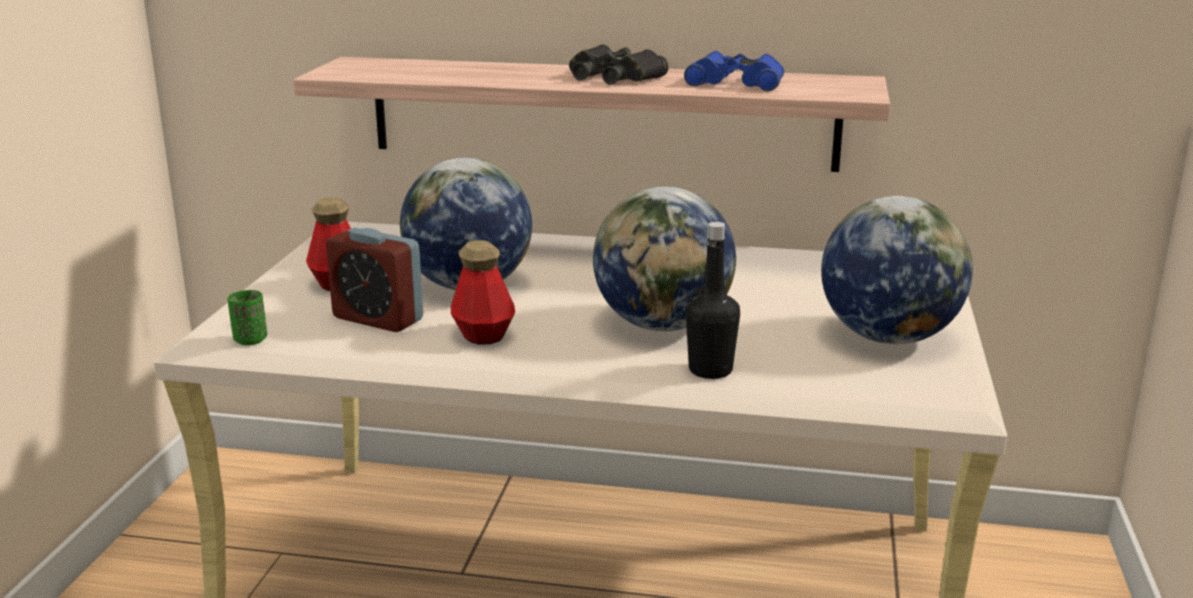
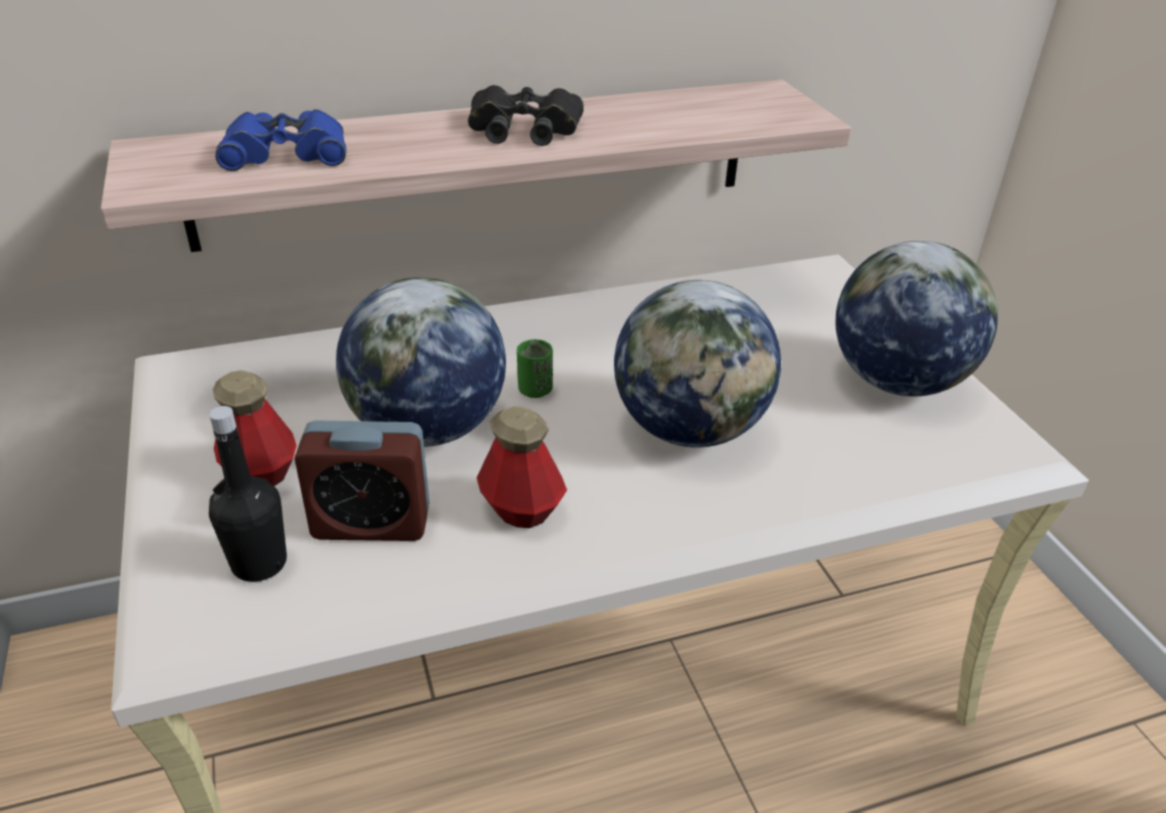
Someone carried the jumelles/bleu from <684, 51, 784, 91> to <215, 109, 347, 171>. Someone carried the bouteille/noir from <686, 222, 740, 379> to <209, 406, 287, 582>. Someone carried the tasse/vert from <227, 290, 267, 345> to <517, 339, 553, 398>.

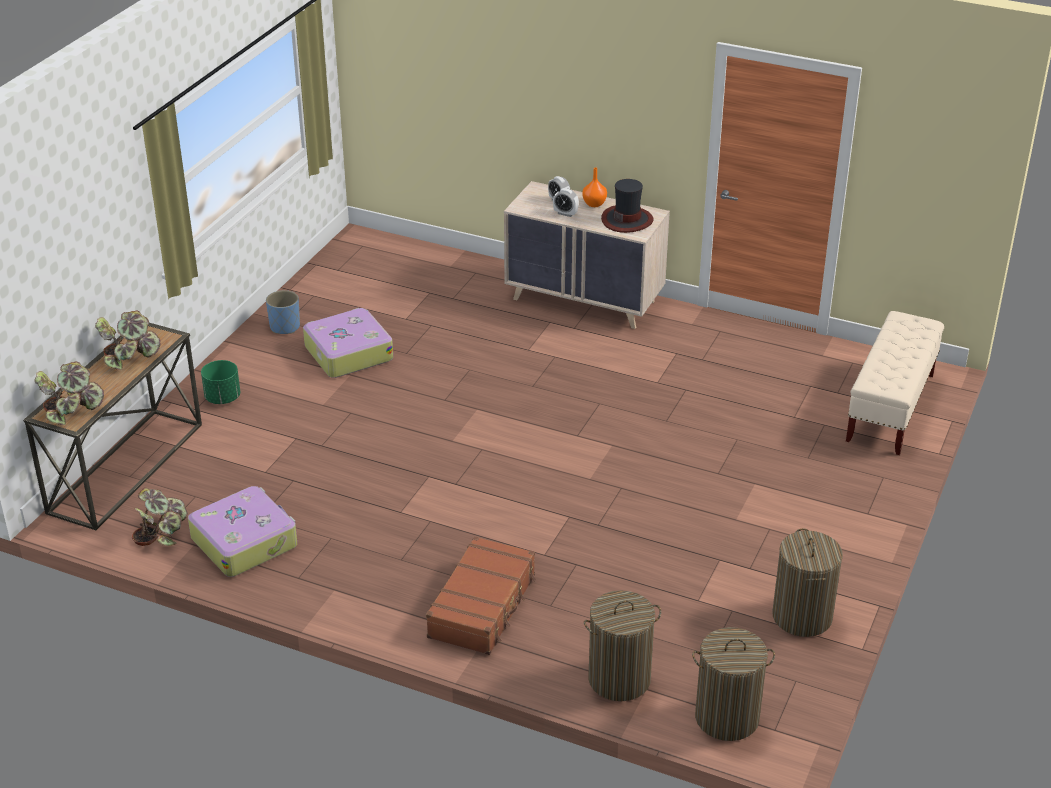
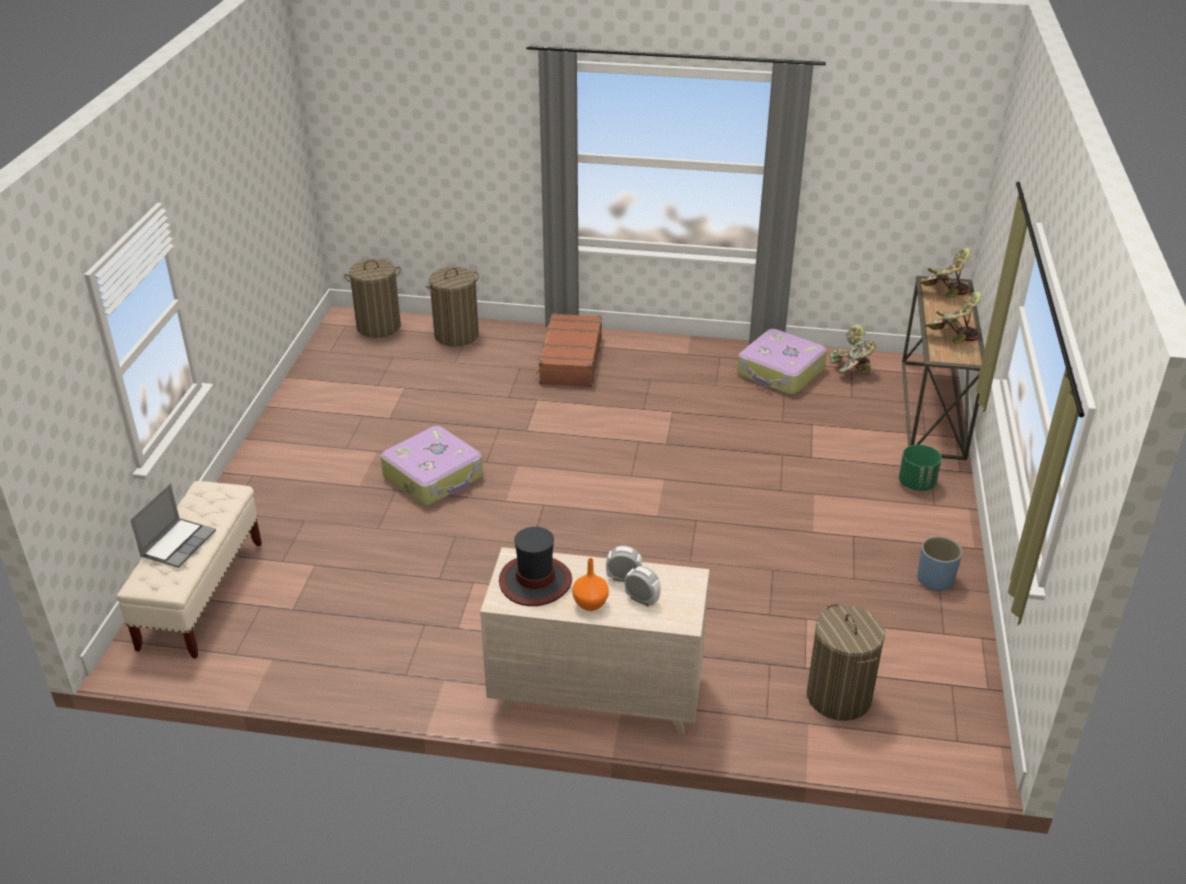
Someone carried the valise from <303, 308, 393, 378> to <380, 426, 483, 506>. Someone carried the panier à linge from <772, 528, 843, 637> to <807, 604, 885, 721>. Someone put down the ordinateur portable at <130, 483, 216, 568>.

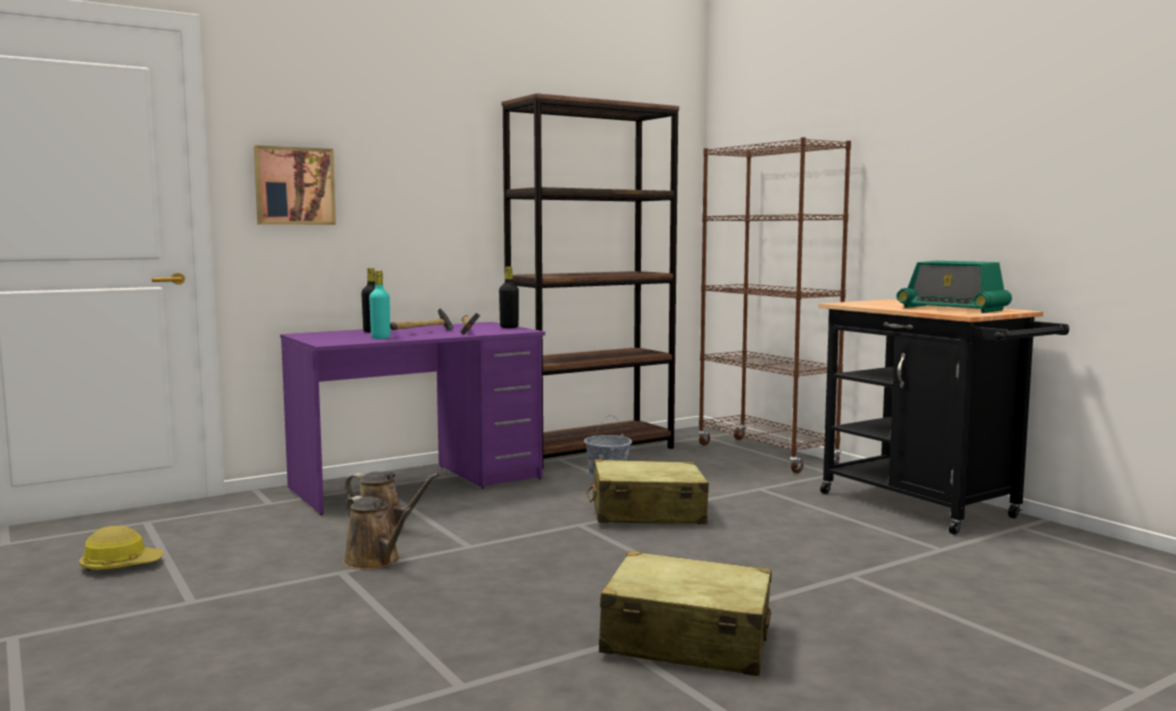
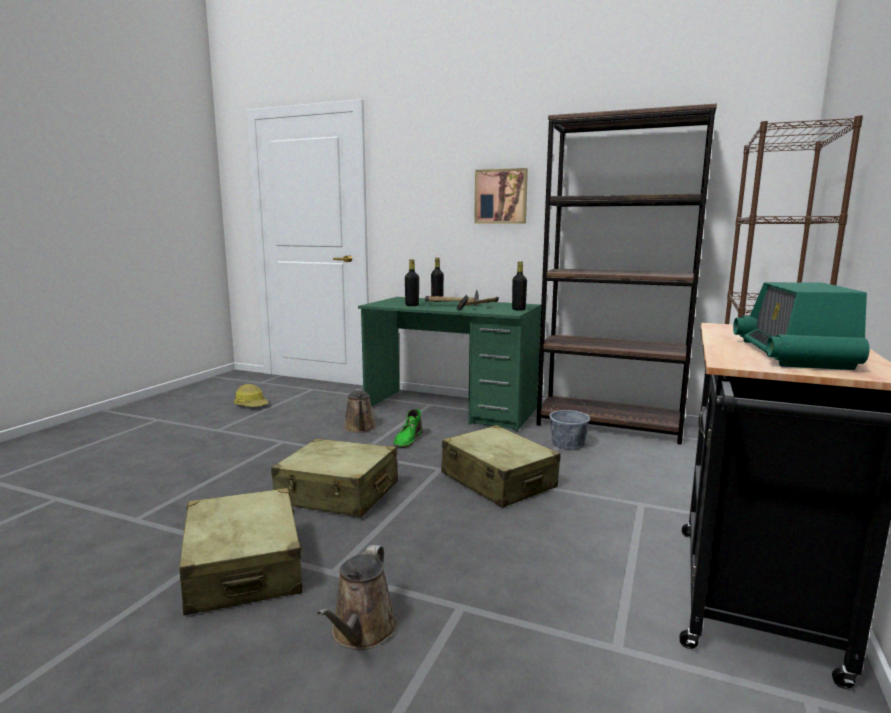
Someone carried the tableau from <254, 145, 336, 225> to <474, 168, 528, 224>. Someone repainted the bouteille/turquoise at <369, 270, 390, 339>, which became the bouteille/noir at <405, 259, 419, 306>. Someone repainted the bureau/violet at <280, 322, 545, 515>, which became the bureau/vert at <358, 297, 541, 431>. Someone carried the arrosoir/marron from <343, 496, 413, 570> to <317, 545, 398, 650>. Someone put down the botte/vert at <394, 409, 423, 448>. Someone put down the valise/beige at <271, 439, 398, 517>.

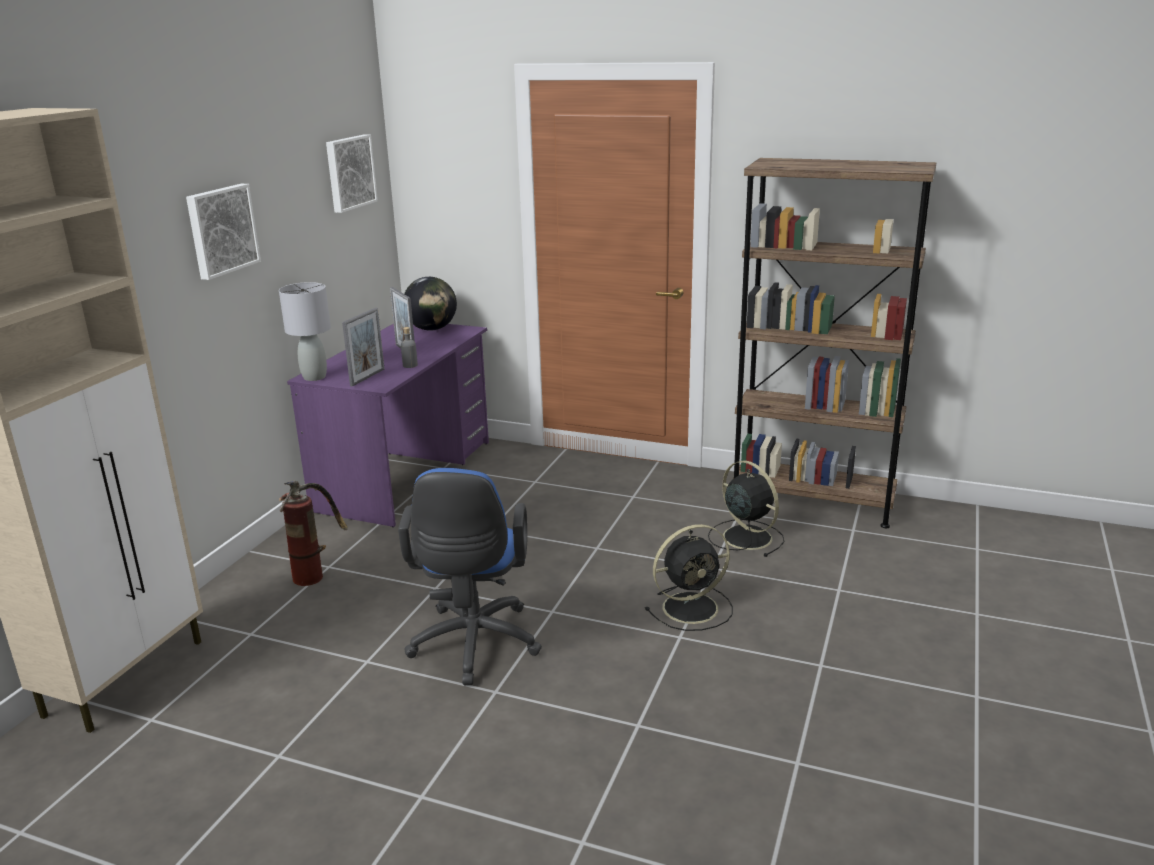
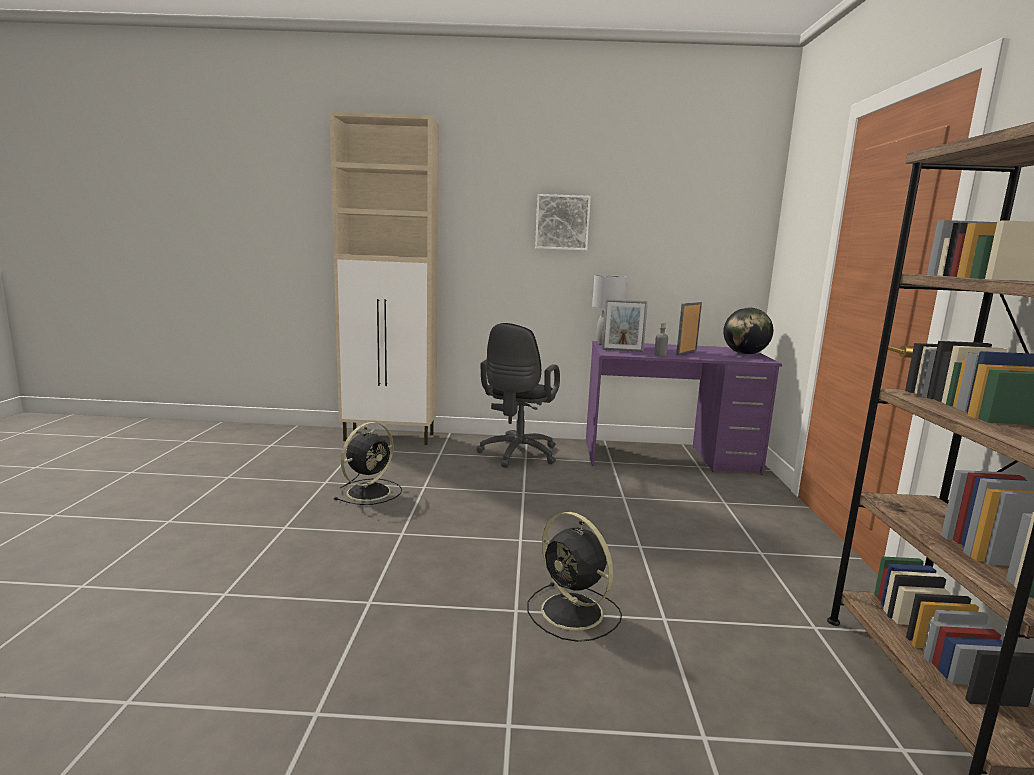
Someone took away the tableau at <326, 134, 378, 213>. Someone carried the ventilateur/noir from <708, 461, 784, 557> to <334, 422, 402, 505>. Someone took away the chaise de bureau/bleu at <398, 468, 542, 685>. Someone swapped the extincteur at <279, 481, 348, 586> for the chaise de bureau/noir at <476, 323, 560, 468>.

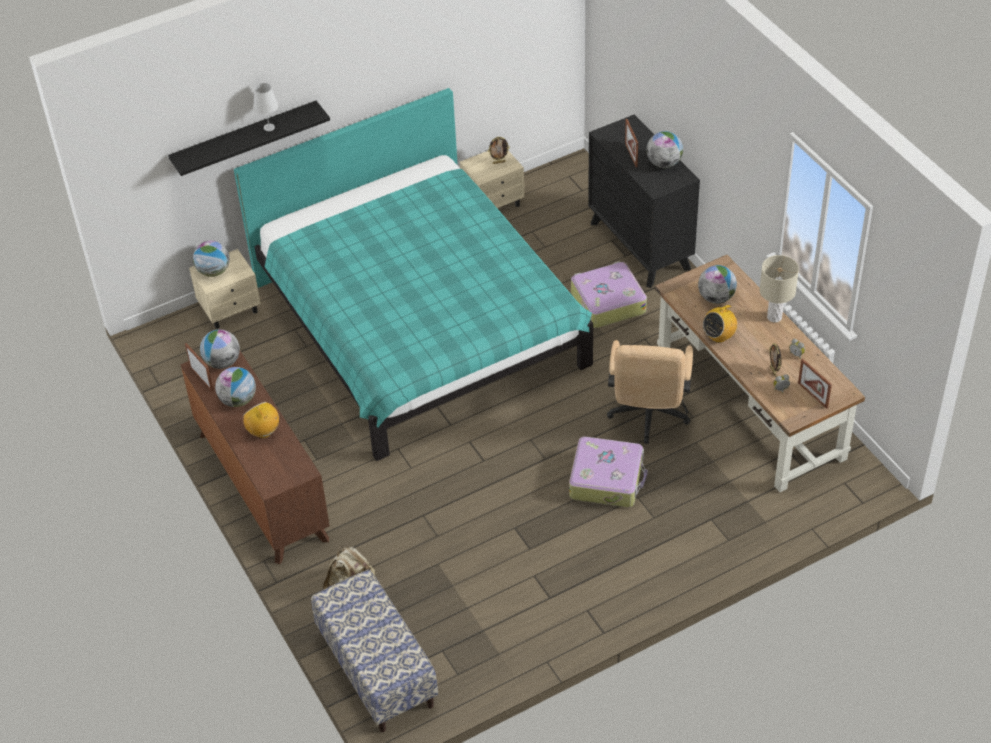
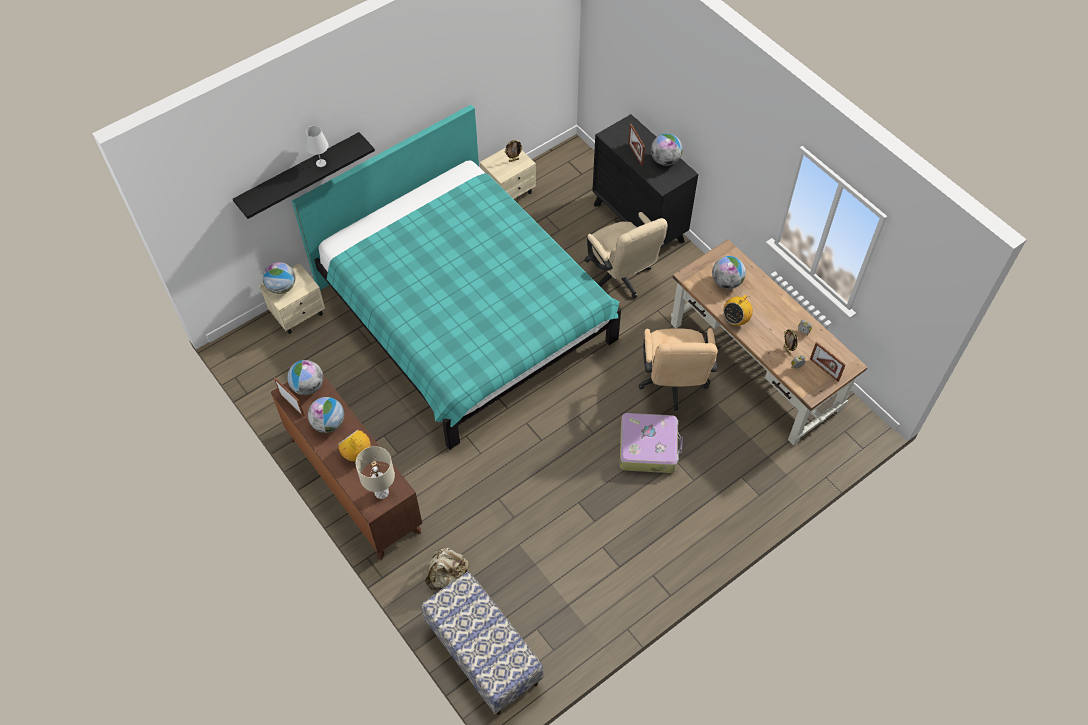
Someone carried the lampe de table/beige from <759, 255, 799, 322> to <356, 446, 395, 499>. Someone swapped the valise at <571, 262, 647, 328> for the chaise de bureau/beige at <584, 212, 667, 299>.

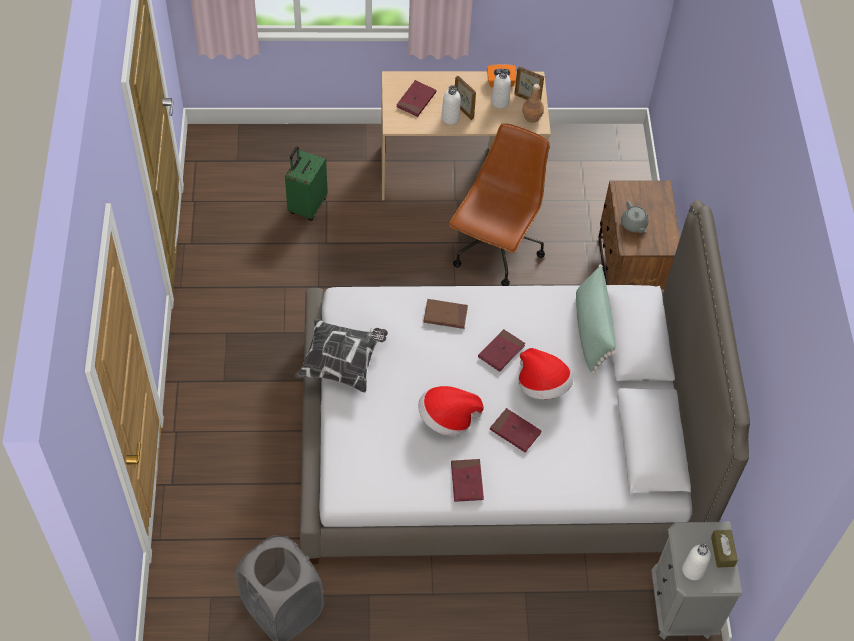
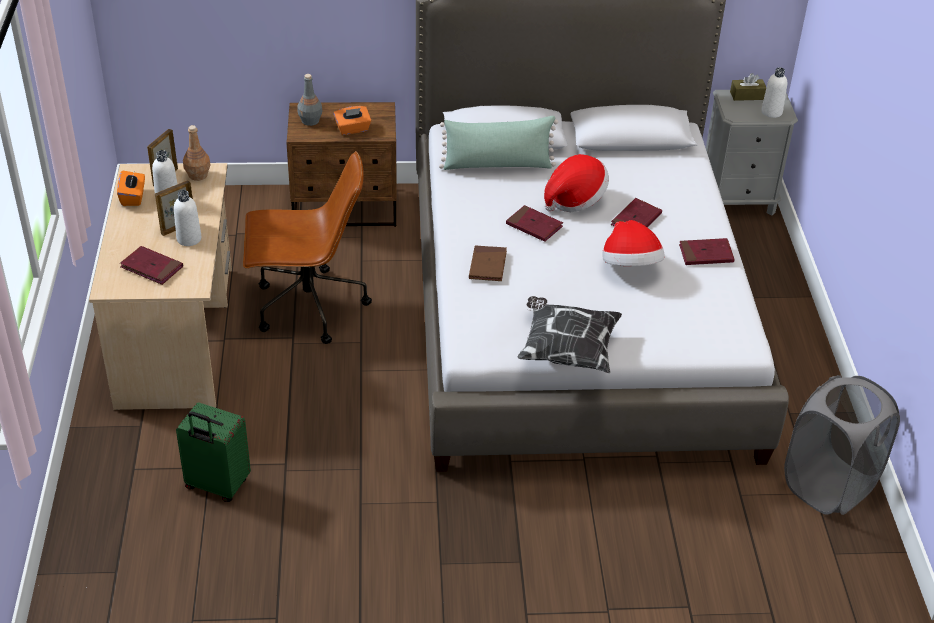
Someone rotated the chaise de bureau/marron at <449, 123, 550, 286> by 150 degrees clockwise. Someone swapped the théière/gris at <621, 201, 648, 233> for the boîte à mouchoirs/orange at <333, 106, 371, 135>. Someone put down the bouteille/gris at <297, 74, 322, 126>.

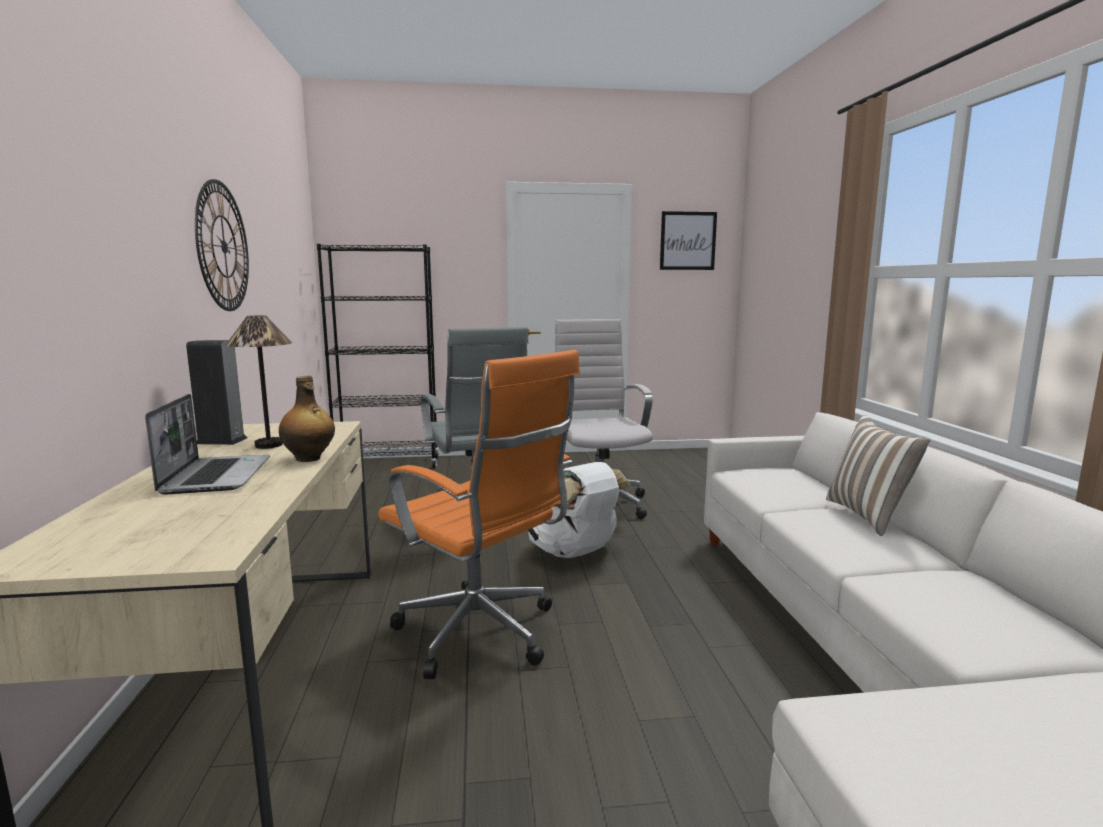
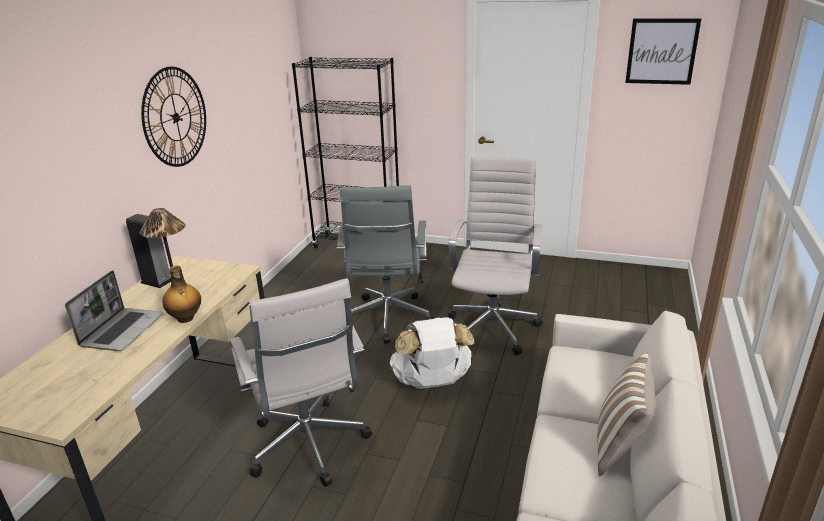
Someone repainted the chaise de bureau/orange at <378, 350, 580, 679>, which became the chaise de bureau/blanc at <230, 278, 372, 487>.

